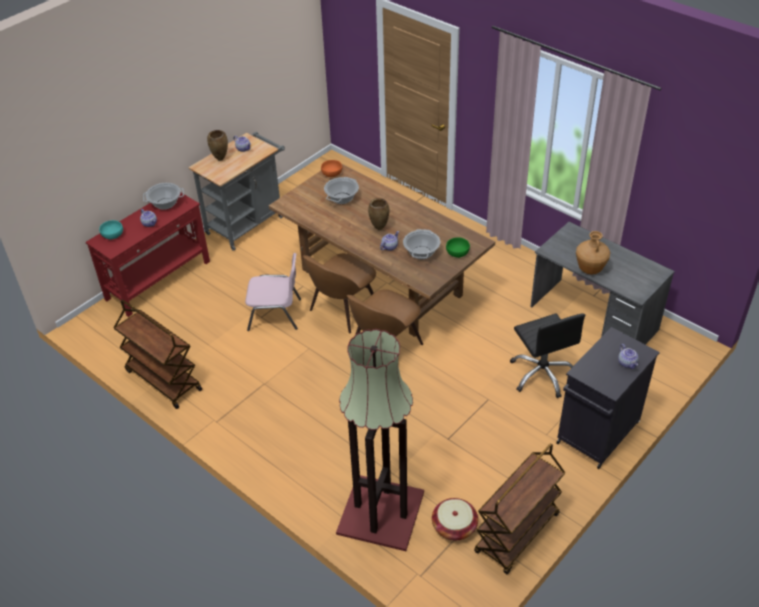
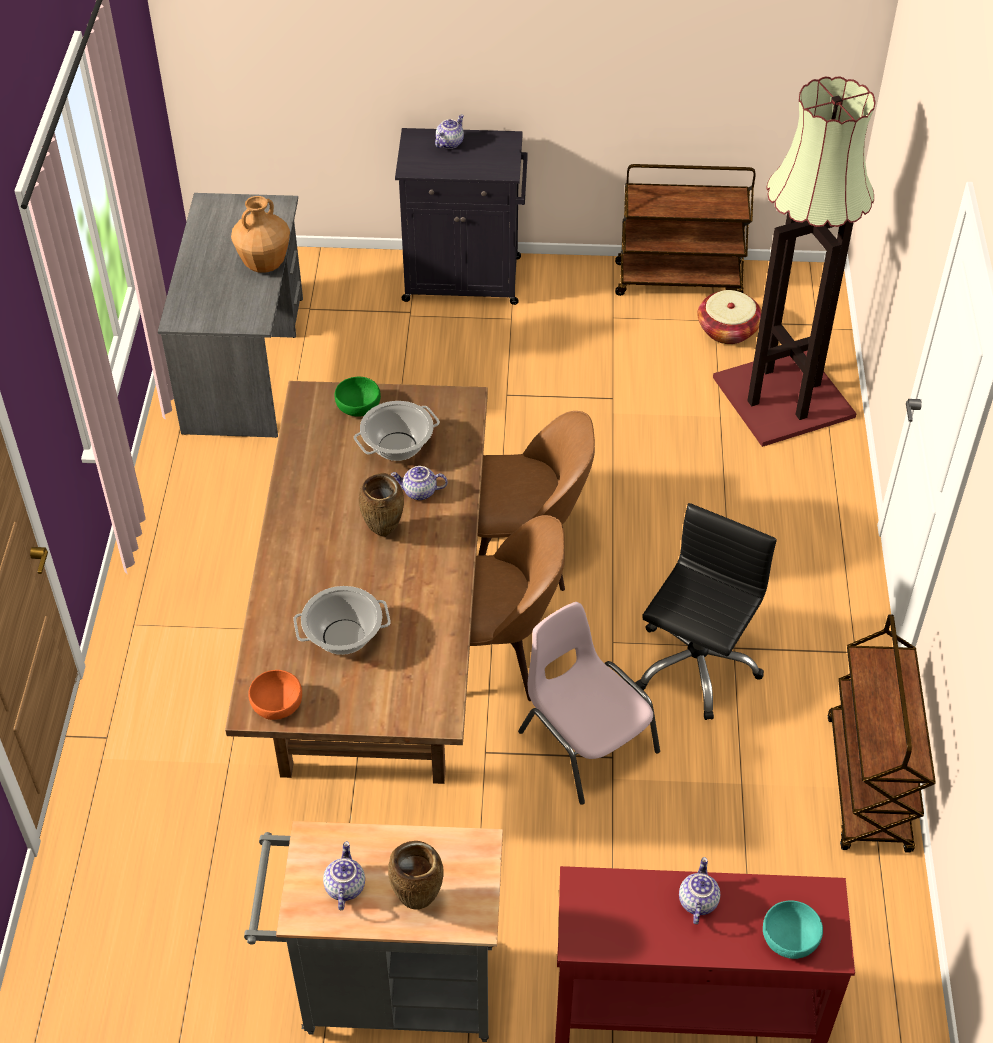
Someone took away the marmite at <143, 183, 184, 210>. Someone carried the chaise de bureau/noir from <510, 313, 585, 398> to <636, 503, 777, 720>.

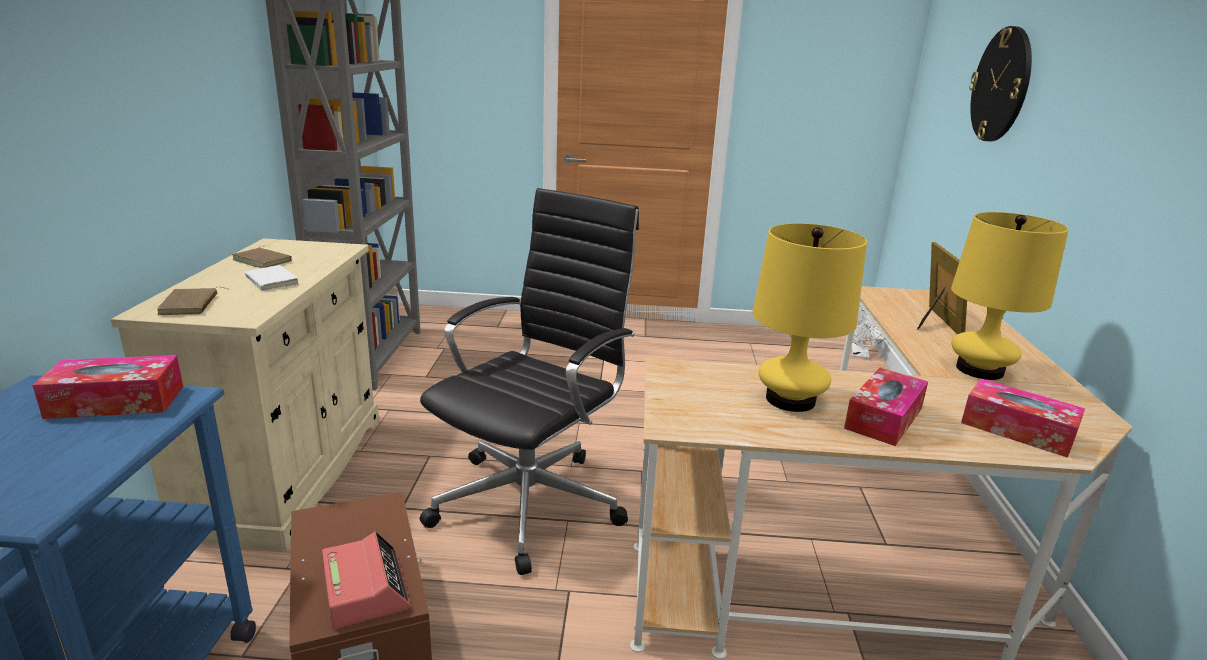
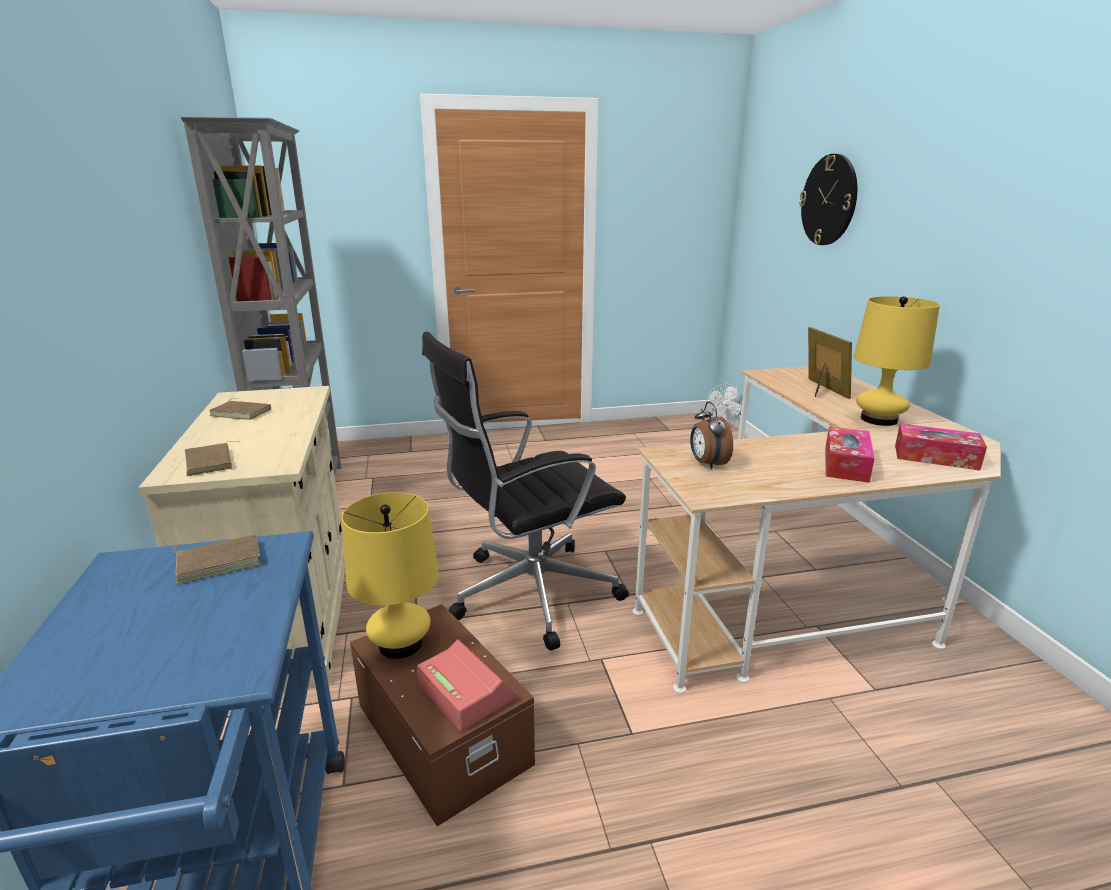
Someone rotated the chaise de bureau/noir at <420, 188, 639, 575> by 135 degrees counterclockwise. Someone carried the lampe de table/jaune from <753, 223, 867, 412> to <342, 492, 439, 659>. Someone took away the livre/blanc at <245, 265, 299, 291>. Someone swapped the boîte à mouchoirs at <32, 355, 183, 419> for the livre/marron at <173, 535, 260, 584>. Someone put down the réveil at <690, 402, 733, 469>.

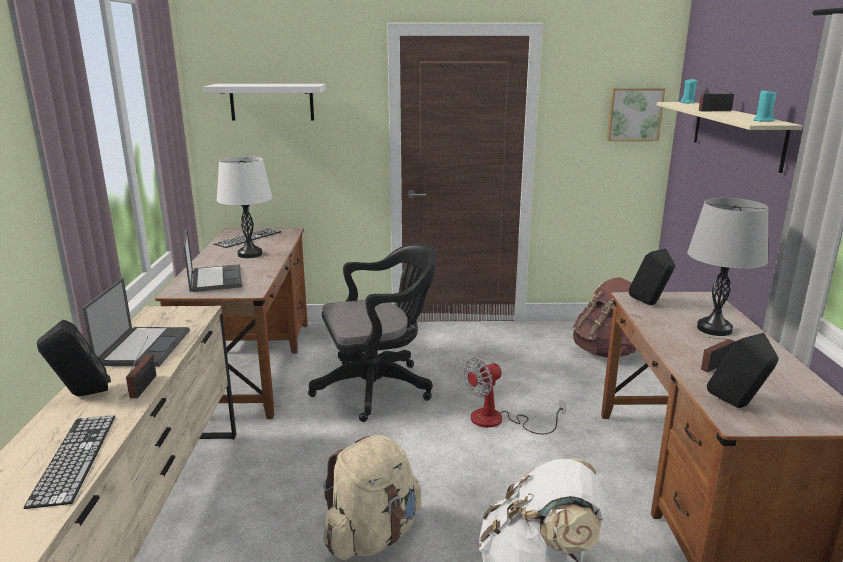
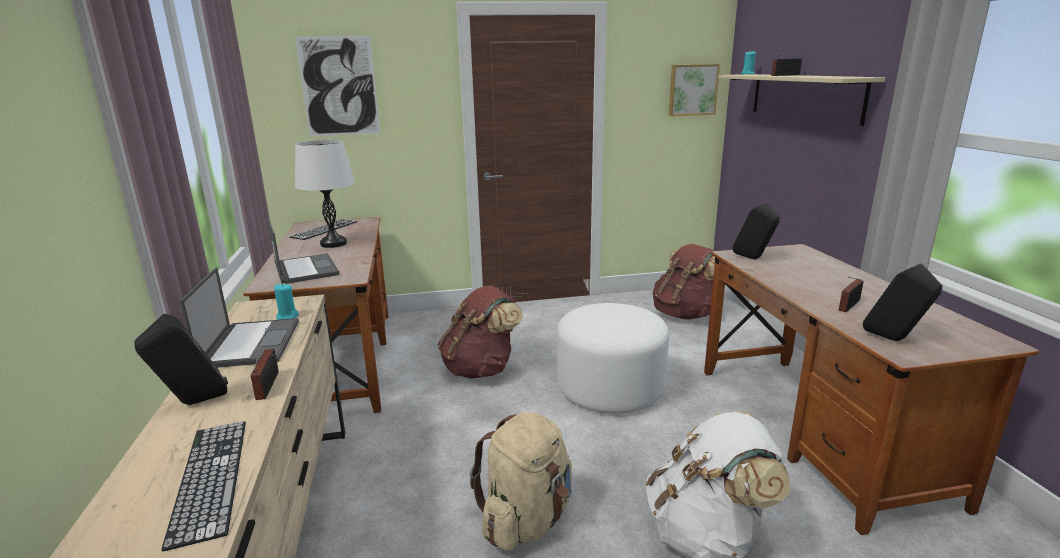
Someone swapped the étagère/blanc at <204, 84, 326, 121> for the tableau at <295, 36, 380, 136>. Someone carried the bougie/turquoise from <753, 90, 777, 122> to <274, 284, 299, 320>. Someone took away the lampe de table/gris at <687, 198, 768, 336>. Someone swapped the chaise de bureau/noir at <308, 243, 437, 422> for the sac à dos/marron at <438, 285, 523, 379>. Someone swapped the ventilateur at <464, 358, 566, 434> for the pouf/blanc at <557, 303, 669, 414>.

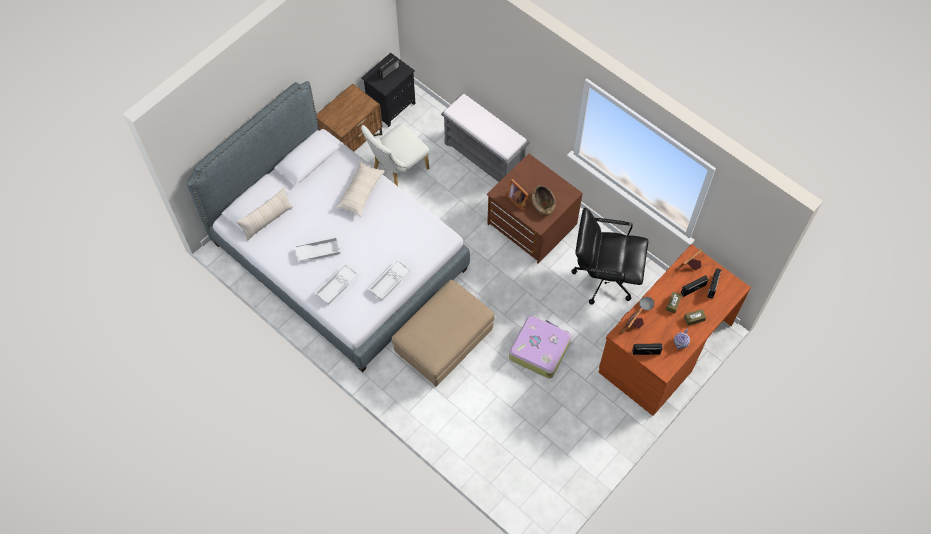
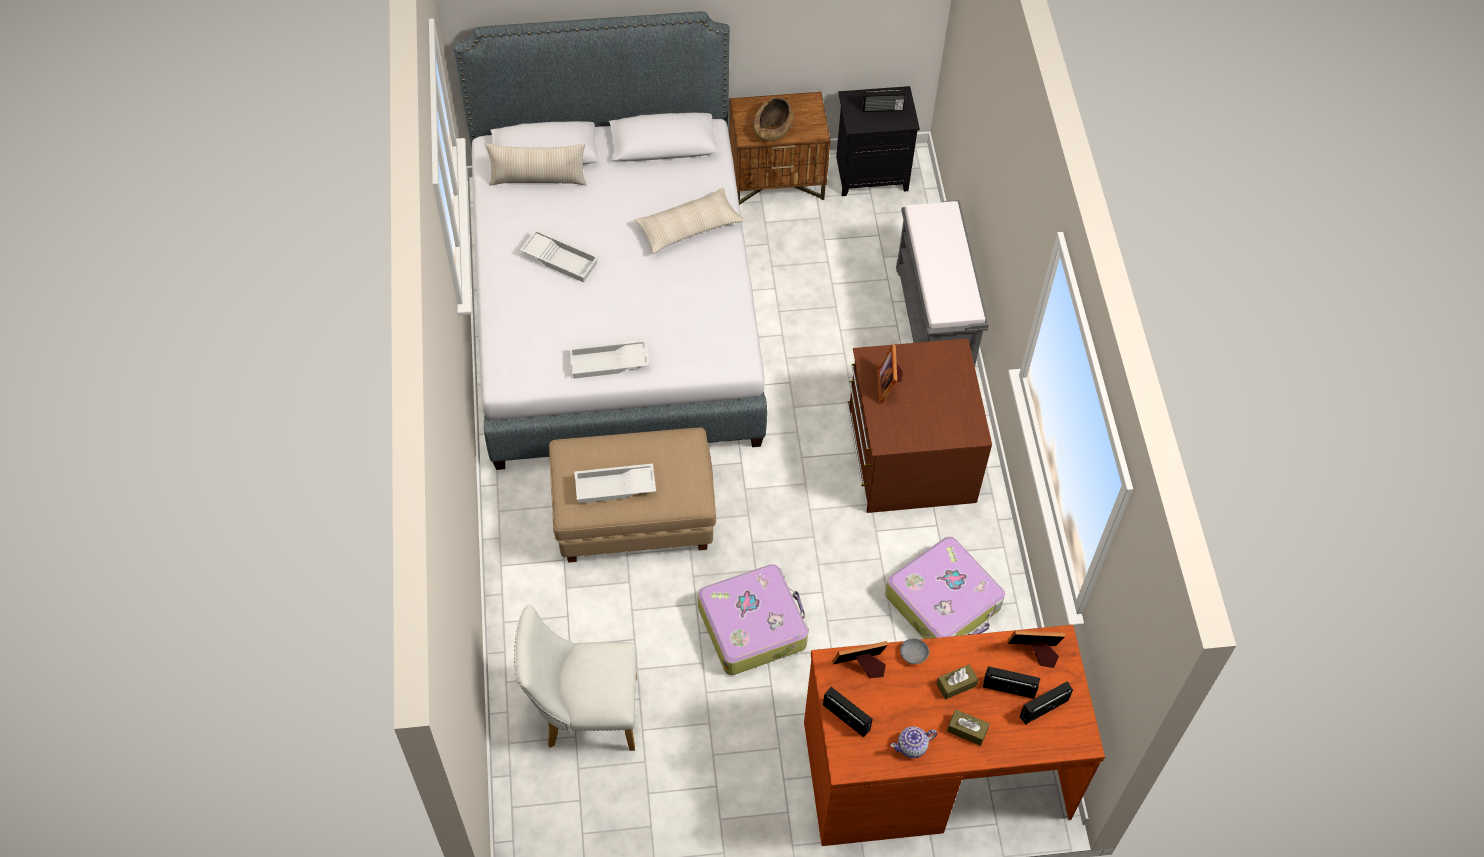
Someone carried the chaise/blanc from <361, 123, 429, 186> to <514, 604, 637, 751>. Someone carried the bol/marron from <532, 185, 556, 215> to <753, 97, 794, 141>. Someone swapped the chaise de bureau/noir at <571, 208, 648, 305> for the valise at <885, 537, 1005, 639>. Someone carried the plateau/blanc from <315, 263, 359, 305> to <574, 463, 656, 503>.

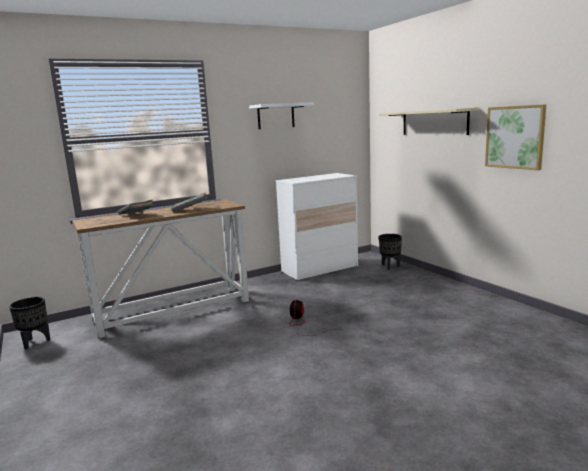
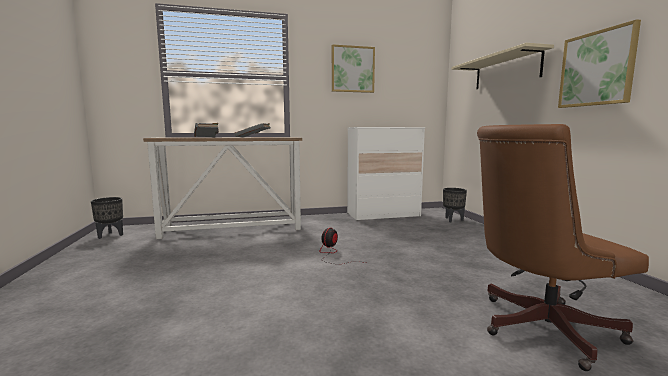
Someone swapped the étagère/blanc at <249, 102, 314, 129> for the tableau at <332, 44, 375, 93>. Someone put down the chaise de bureau/marron at <477, 124, 649, 371>.

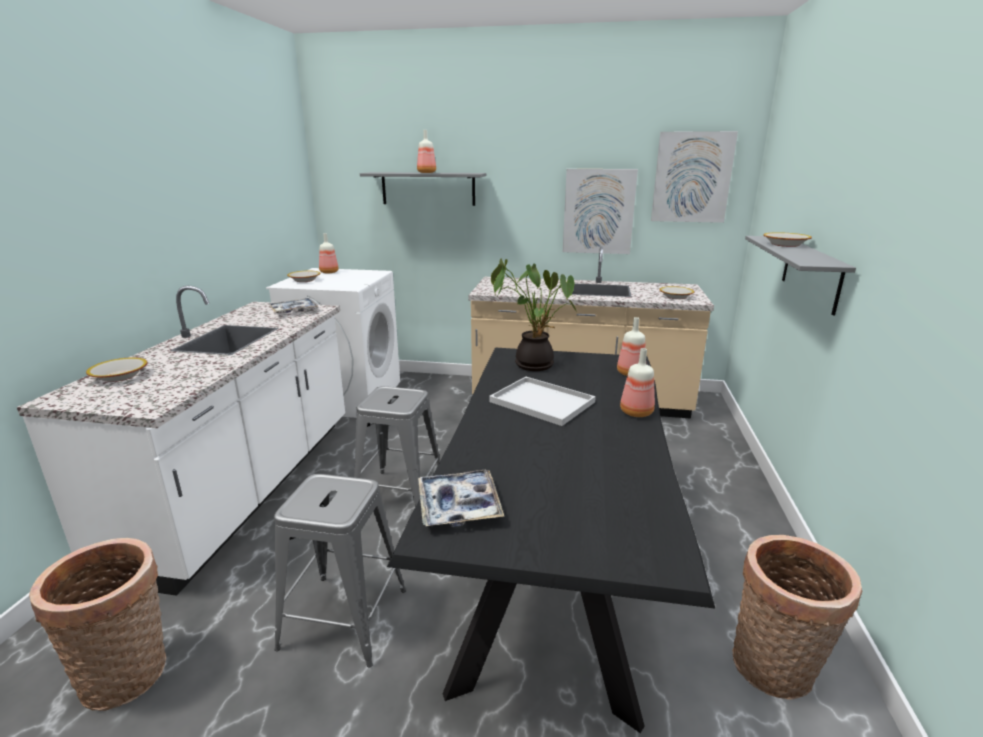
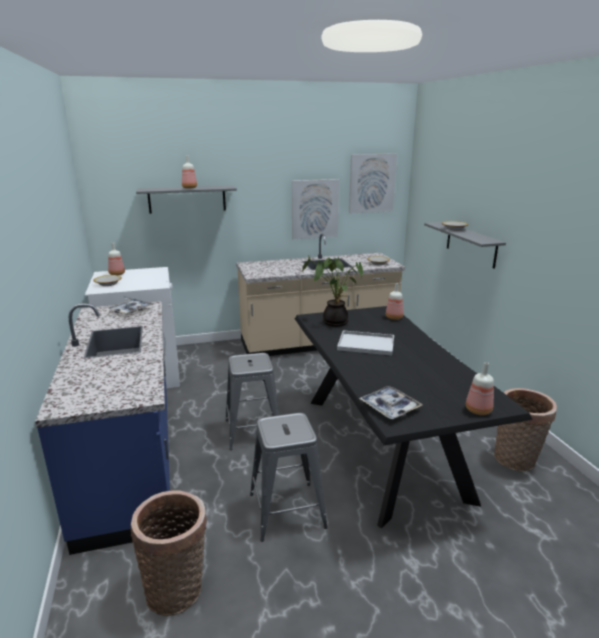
Someone repainted the comptoir de cuisine/blanc at <17, 286, 345, 596>, which became the comptoir de cuisine/bleu at <35, 301, 170, 555>. Someone carried the bouteille from <620, 348, 655, 417> to <466, 362, 494, 415>. Someone took away the bol at <86, 357, 147, 382>.

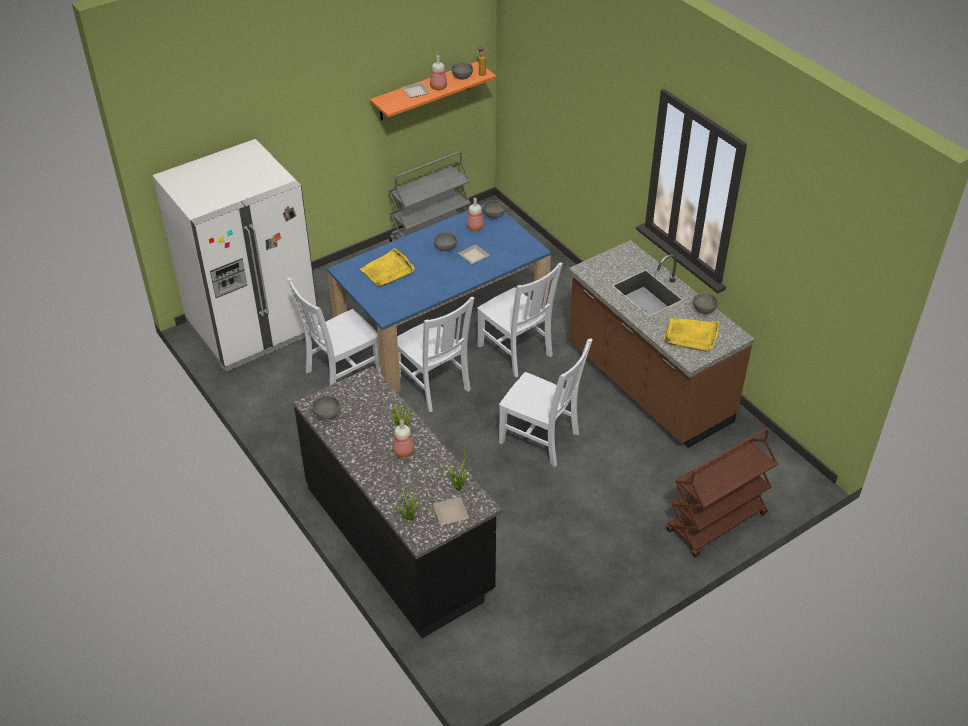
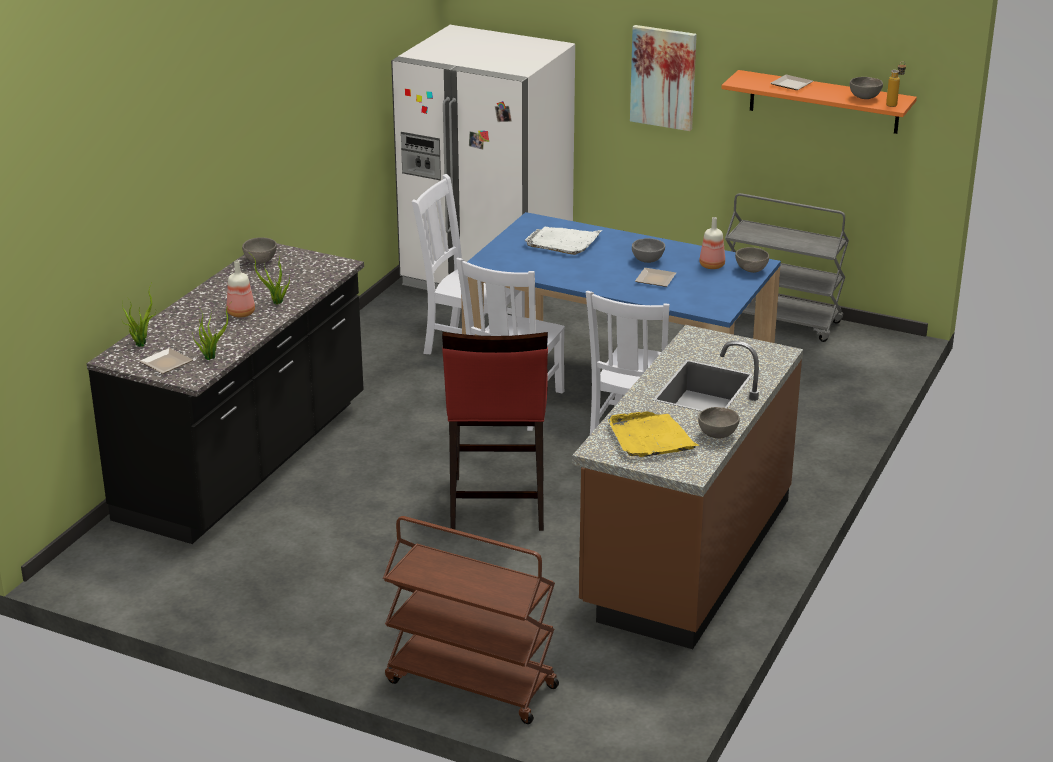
Someone took away the bouteille at <430, 55, 447, 90>. Someone repainted the plateau/jaune at <360, 248, 415, 287>, which became the plateau/blanc at <524, 227, 602, 255>. Someone swapped the chaise/blanc at <499, 339, 593, 467> for the tabouret/rouge at <442, 332, 548, 531>. Someone put up the tableau at <630, 25, 697, 131>.

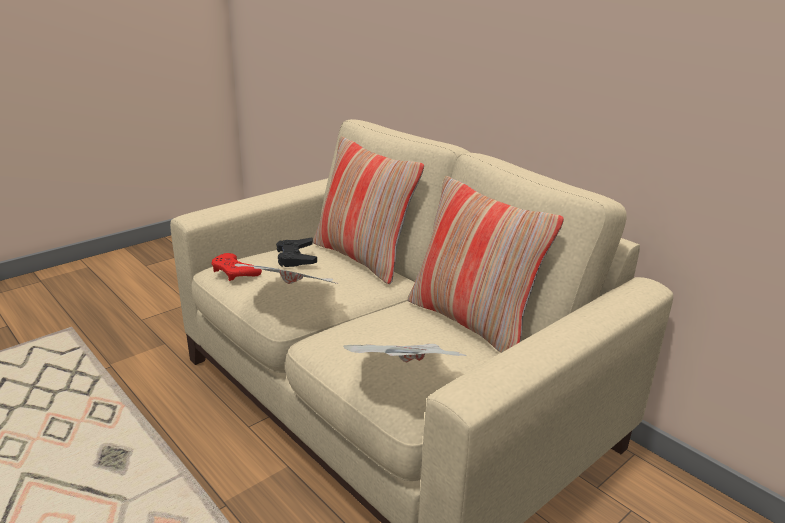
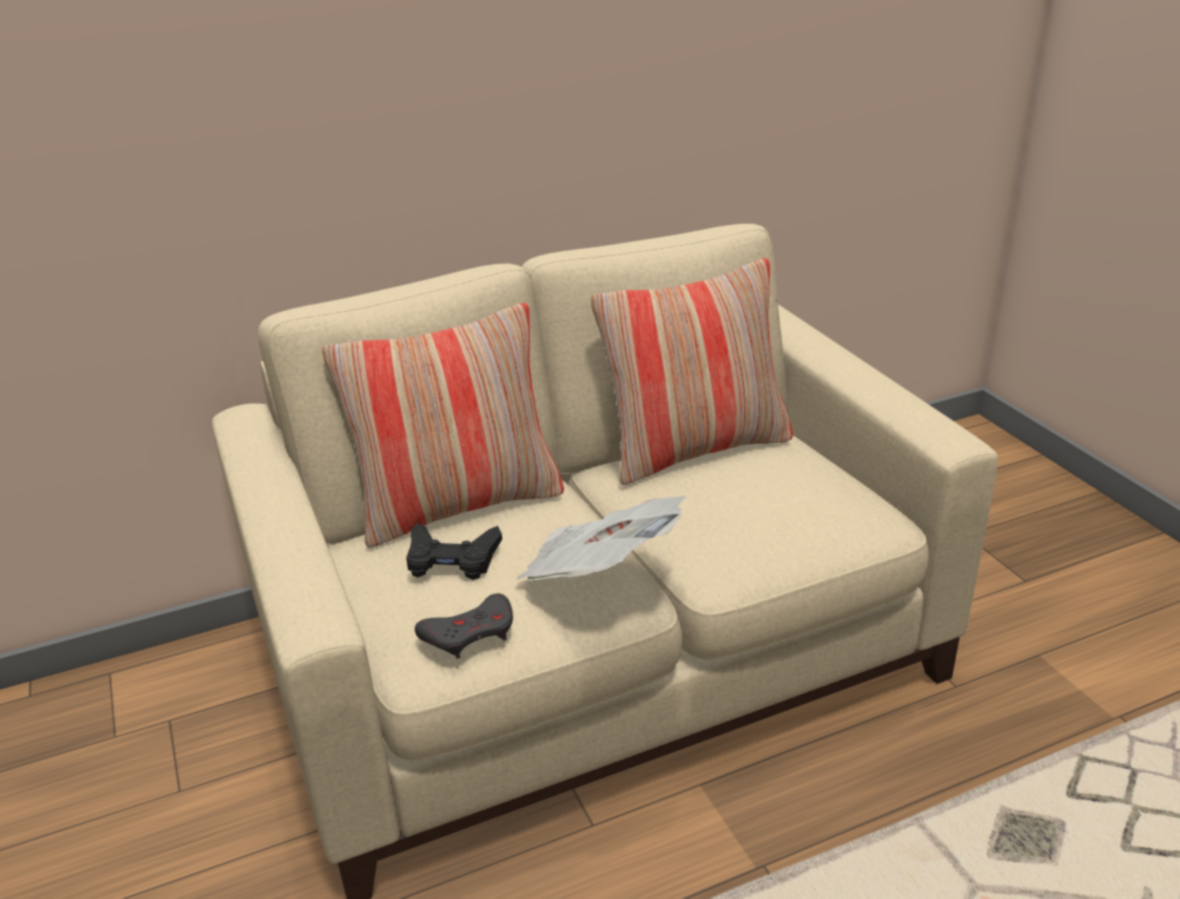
Someone repainted the manette/rouge at <211, 253, 262, 281>, which became the manette/gris at <415, 593, 513, 659>. Someone took away the journal at <343, 344, 468, 362>.

